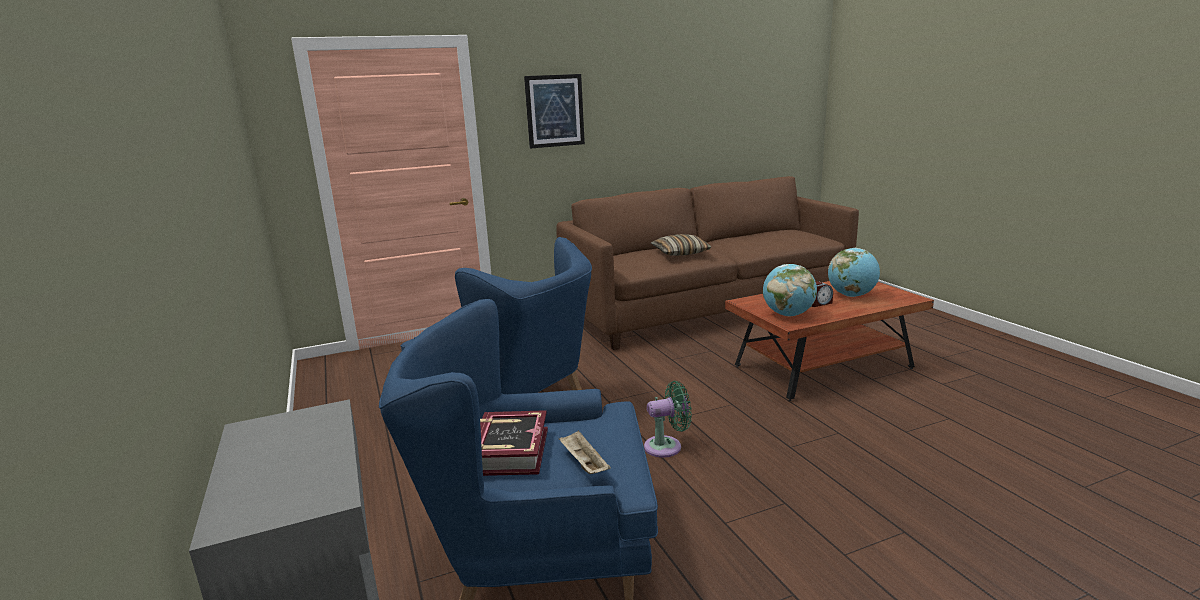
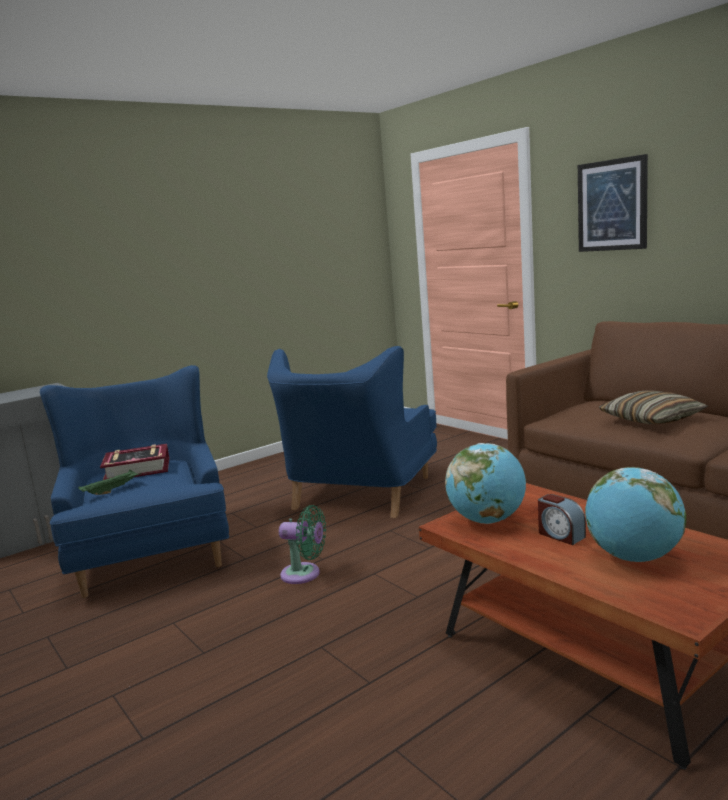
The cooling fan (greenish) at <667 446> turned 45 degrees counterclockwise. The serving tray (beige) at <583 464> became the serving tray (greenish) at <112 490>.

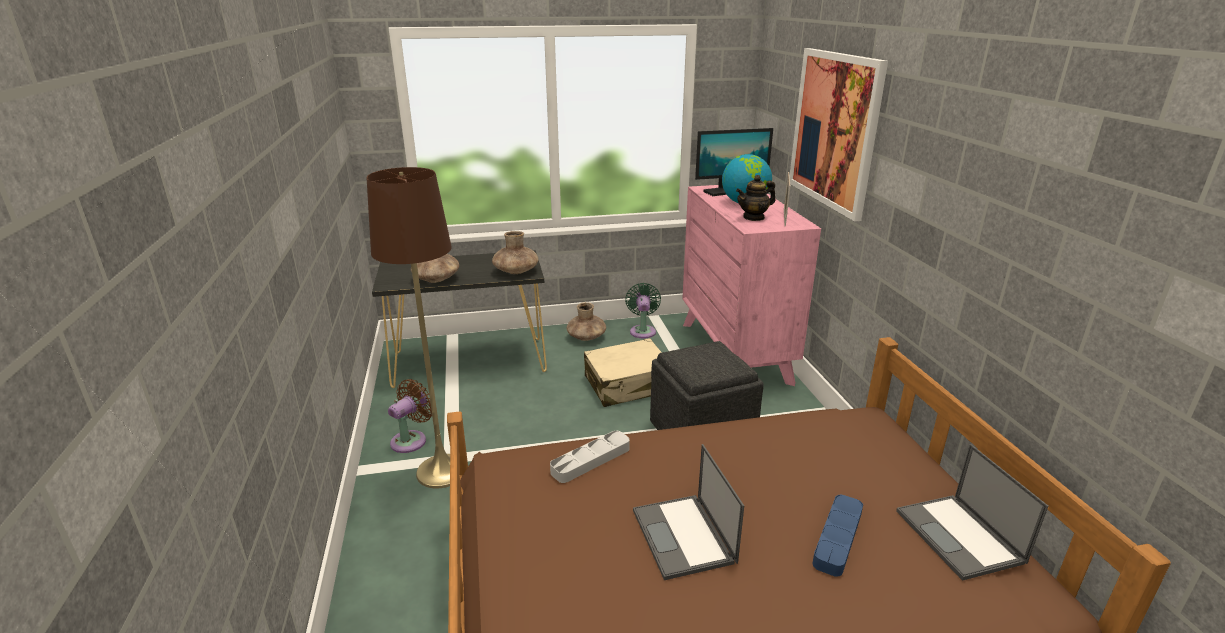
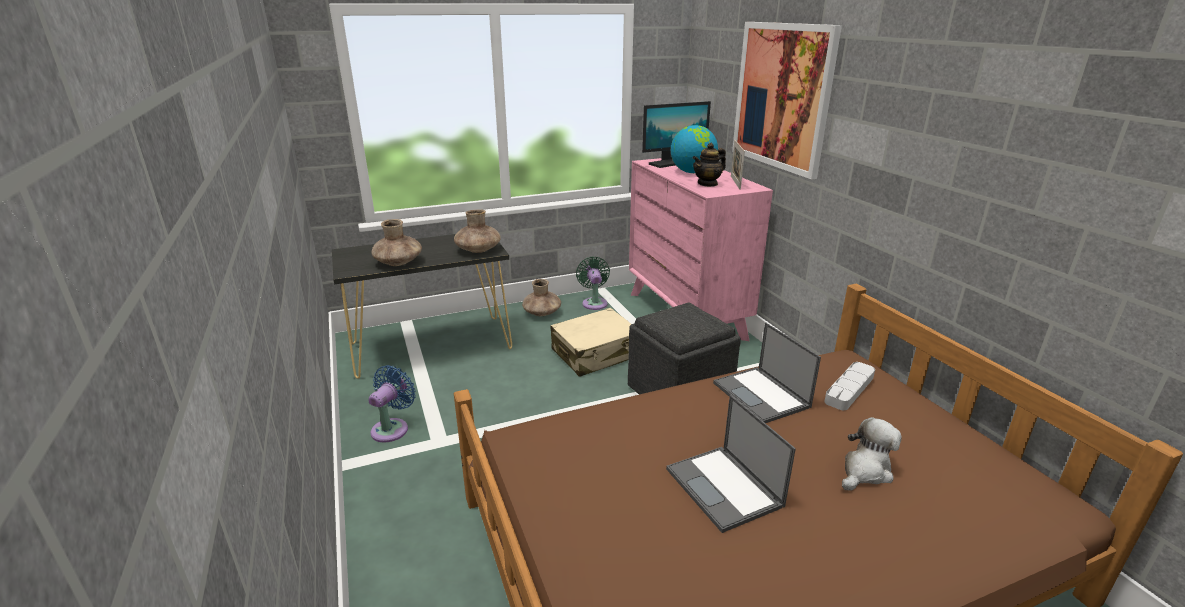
The standard lamp (brownish) at <442 471> disappeared. The cooling fan (brownish) at <411 440> became the cooling fan (blue) at <392 428>. The serving tray (gray) moved from <591 460> to <849 389>. The laptop moved from <960 537> to <762 395>. The serving tray (blue) at <837 538> was replaced by the plush toy at <865 471>.

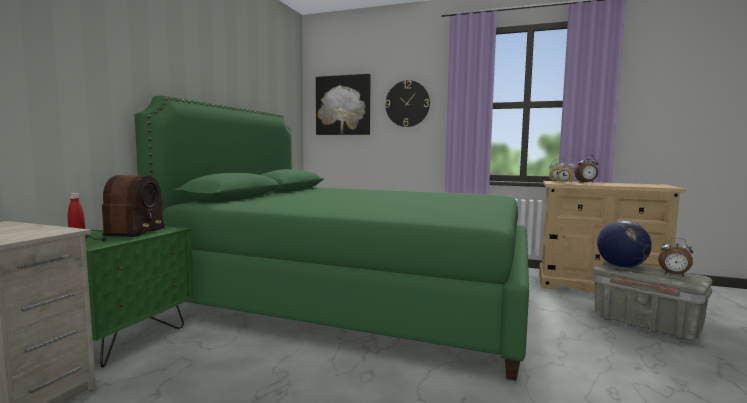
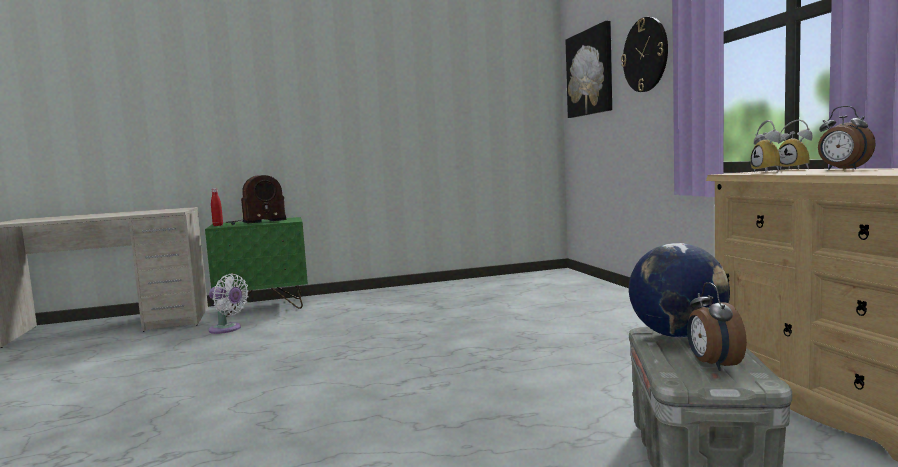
The bedroom bed (greenish) at <357 295> disappeared. The cooling fan (whitish) at <227 329> appeared.

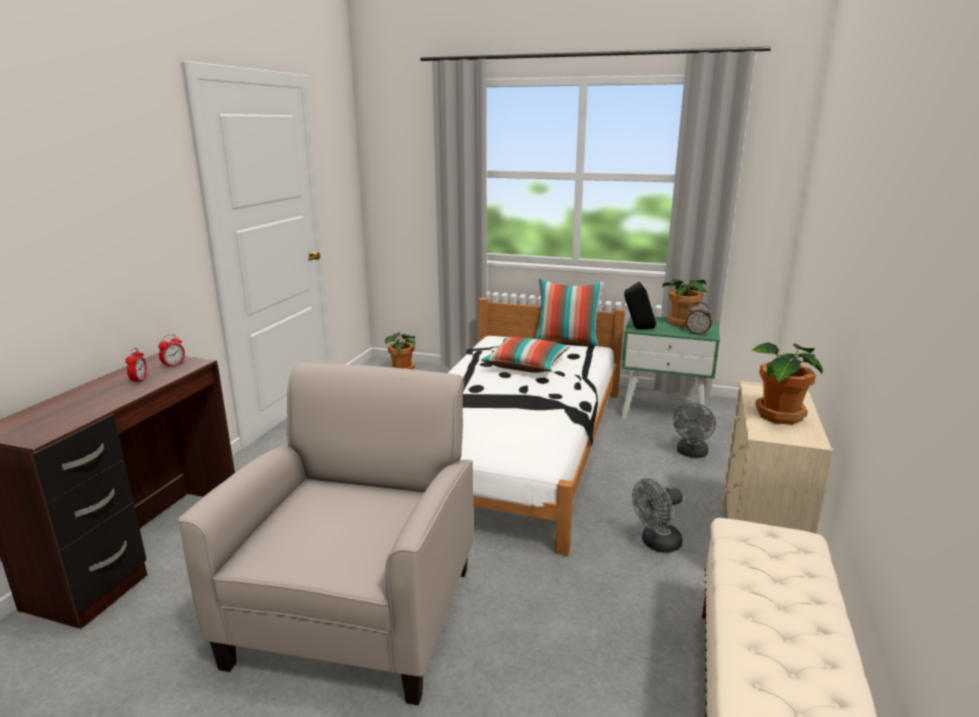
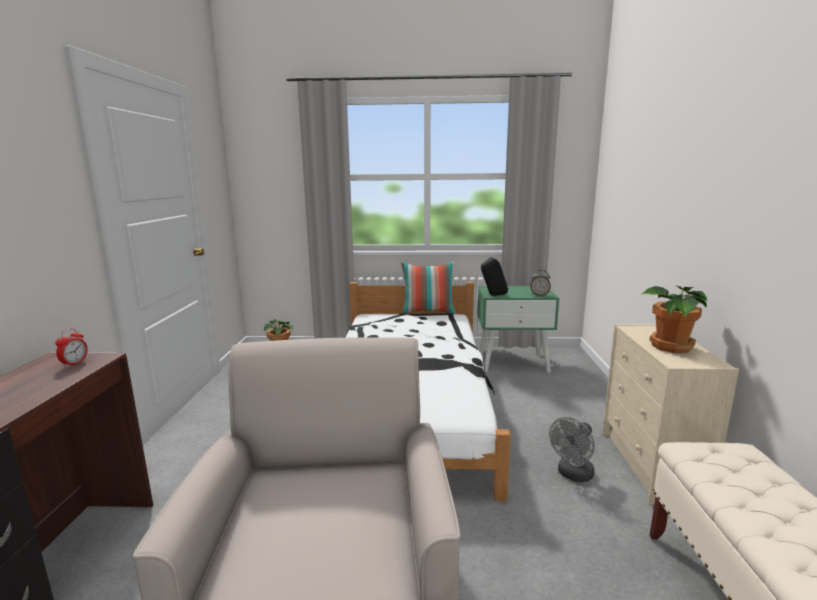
The plant in a pot at <682 323> disappeared. The pillow at <526 366> disappeared. The table clock at <139 381> disappeared. The cooling fan (gray) at <691 453> disappeared.

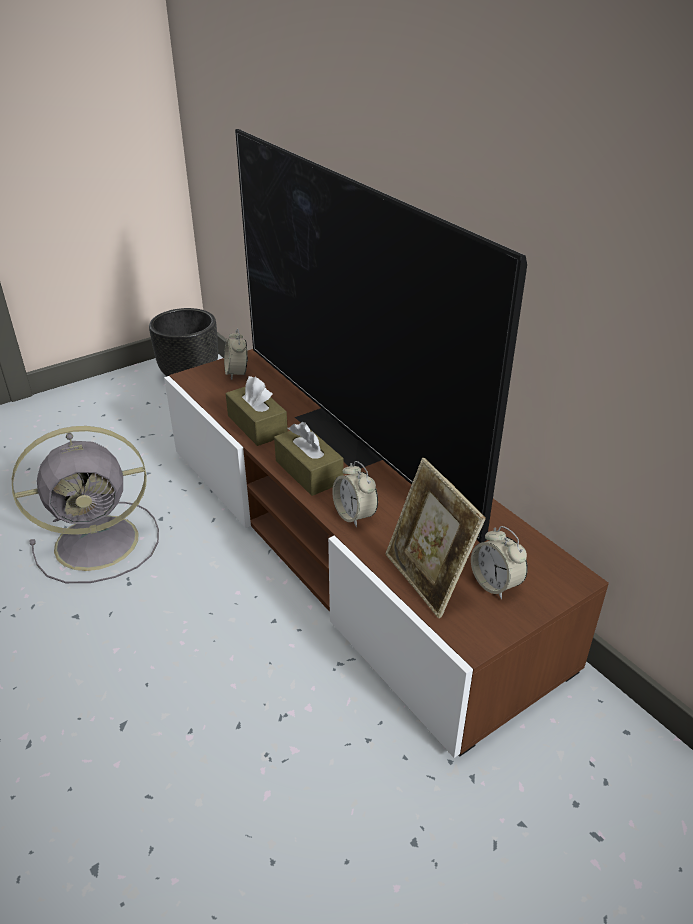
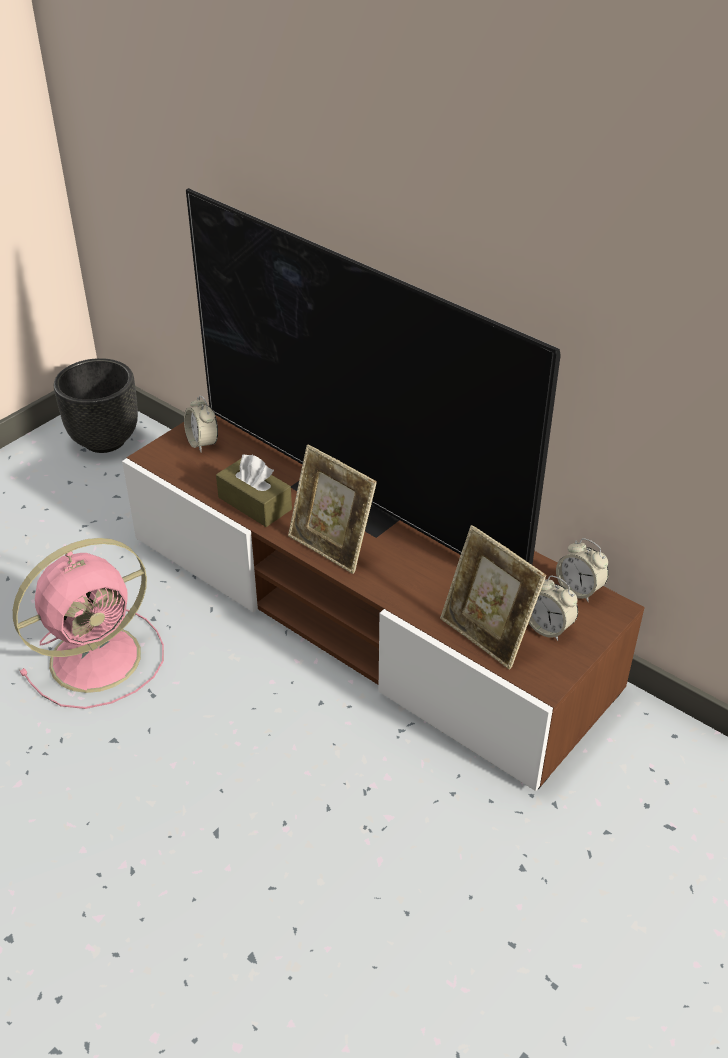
The tissue box (brownish) at <309 471> was replaced by the photo frame at <331 546>. The cooling fan (gray) at <101 541> became the cooling fan (pink-coloured) at <99 656>. The table clock moved from <354 515> to <579 590>.

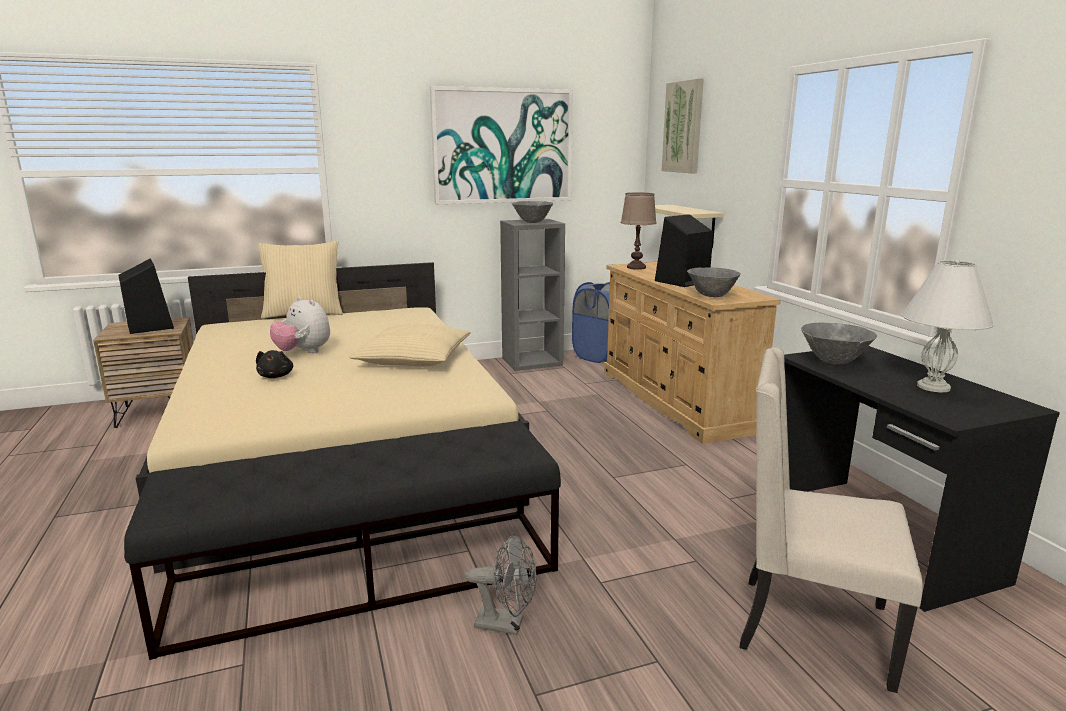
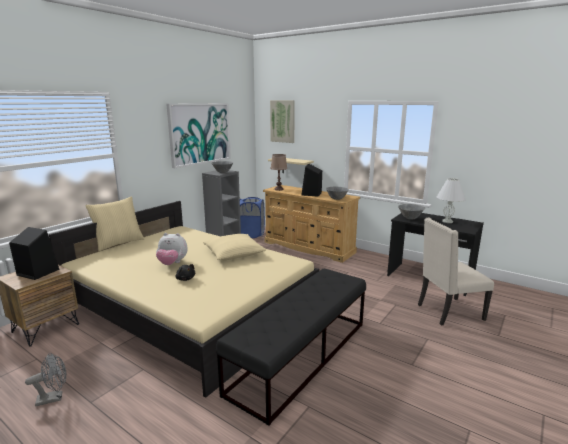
The cooling fan (gray) moved from <507 624> to <54 398>.

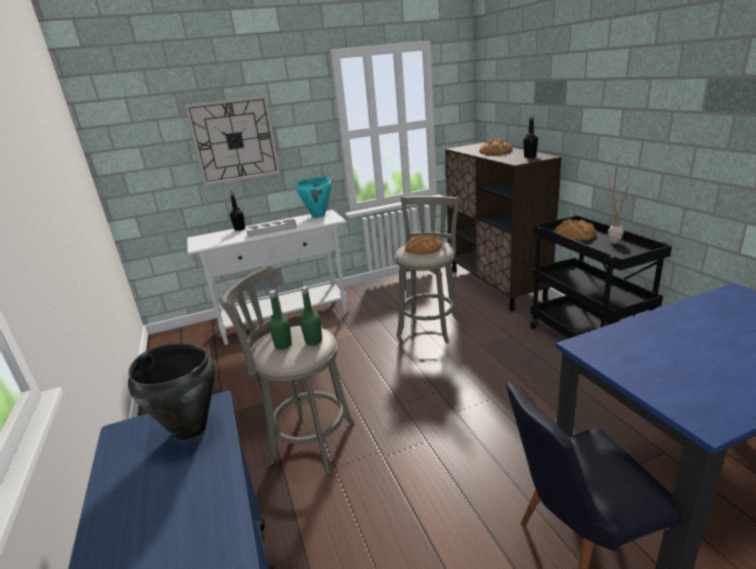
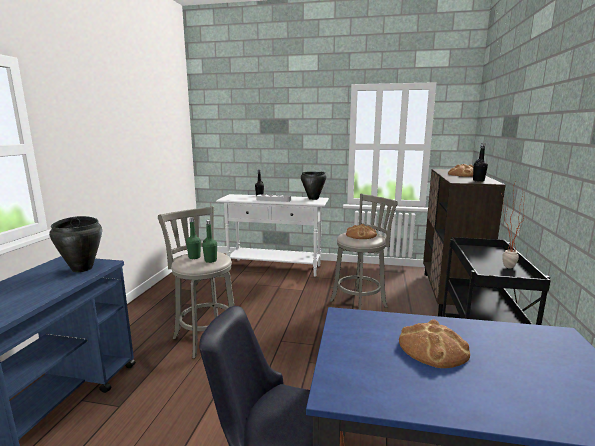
The wall clock at <234 140> disappeared. The stockpot (turquoise) at <318 215> became the stockpot (black) at <313 198>. The bread moved from <574 234> to <433 347>.

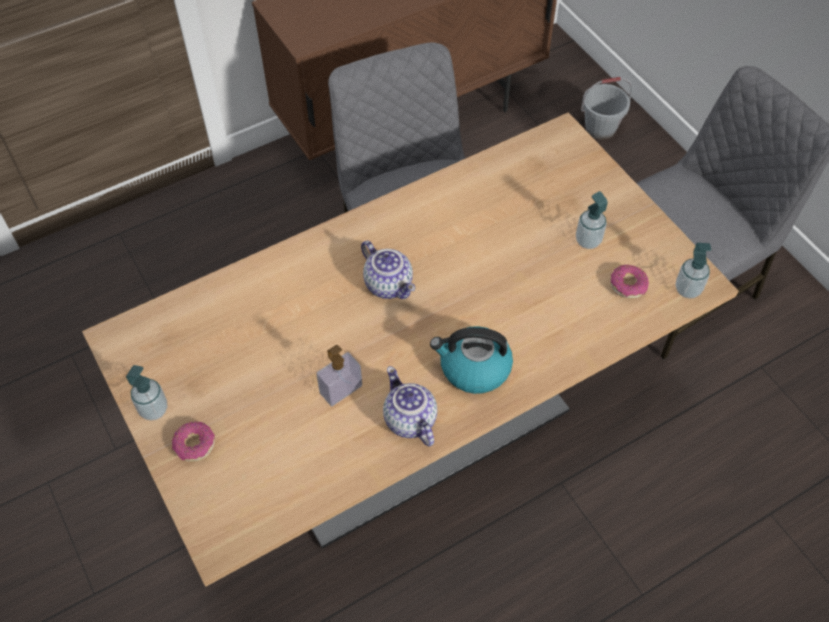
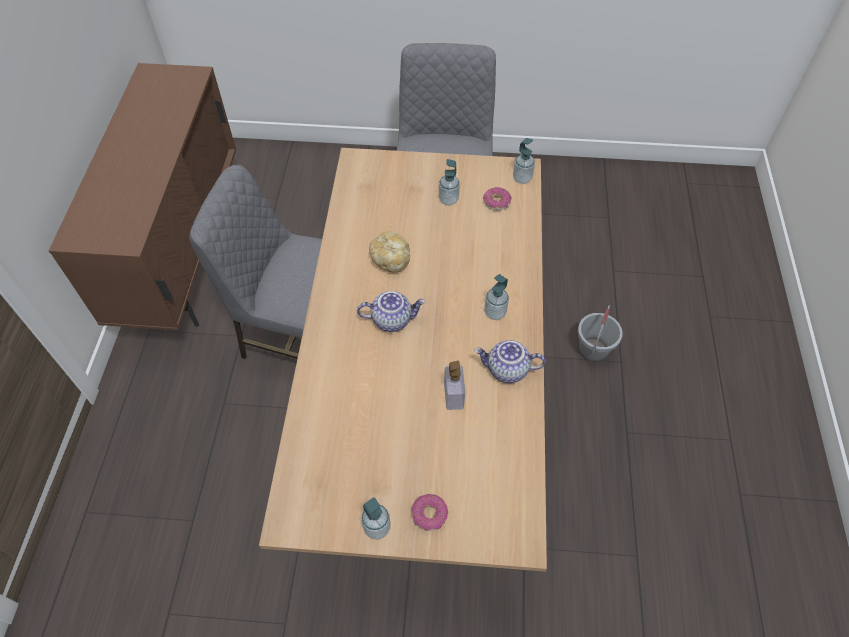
The water bucket (gray) moved from <600 129> to <593 350>. The water kettle at <473 368> was replaced by the soap dispenser at <495 312>. The bread at <390 258> appeared.

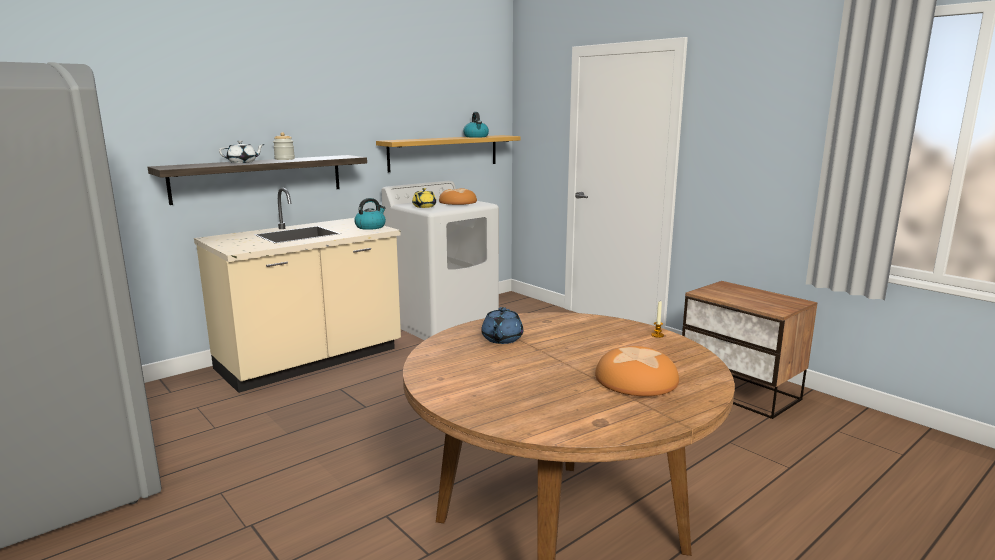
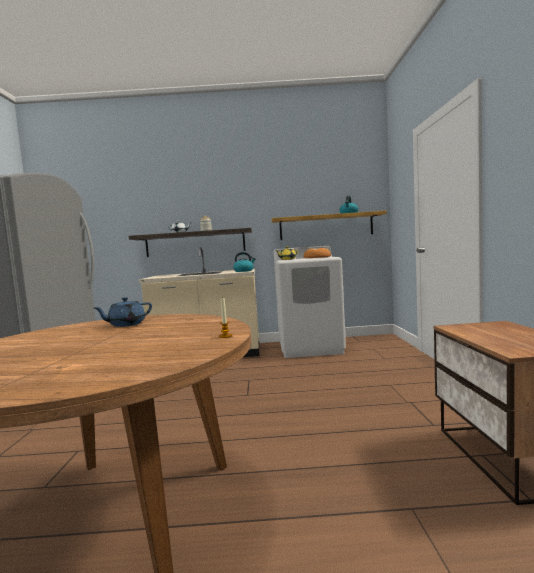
The bread at <635 380> disappeared.

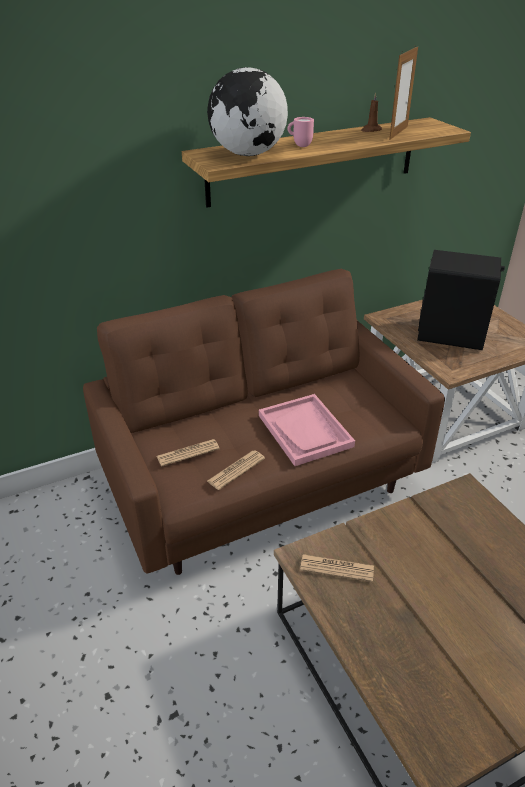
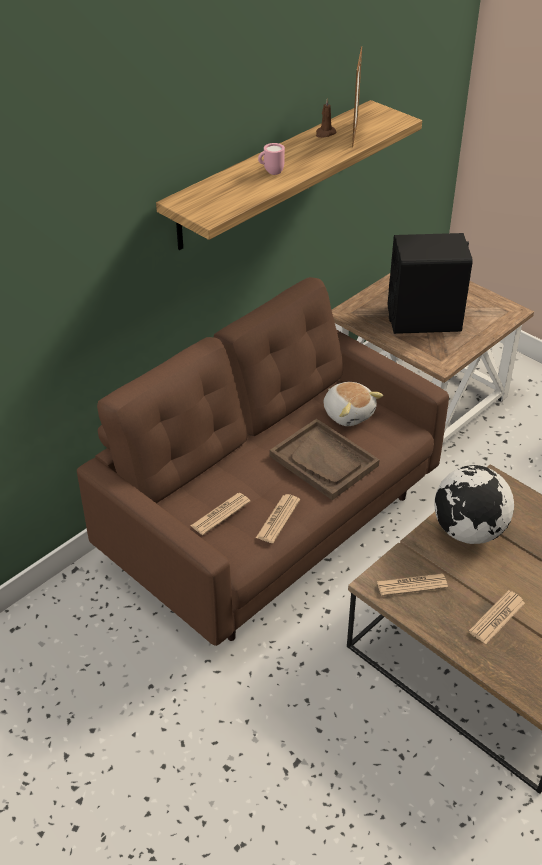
The world globe moved from <248 154> to <468 531>. The serving tray (pink-coloured) at <305 431> became the serving tray (brownish) at <324 461>. The plush toy at <348 413> appeared. The newspaper at <497 617> appeared.

